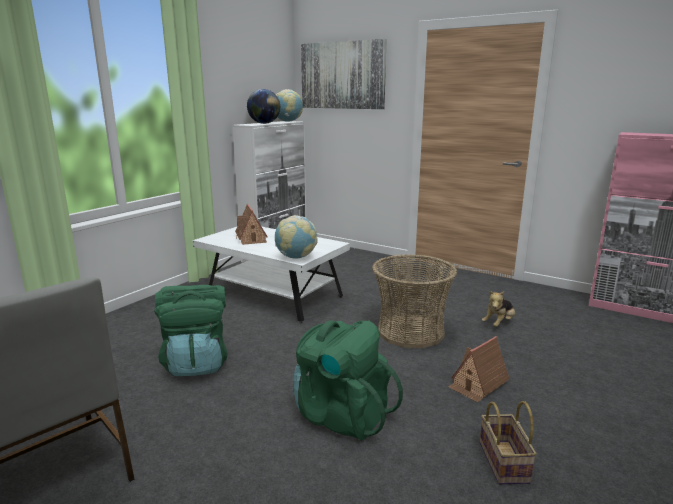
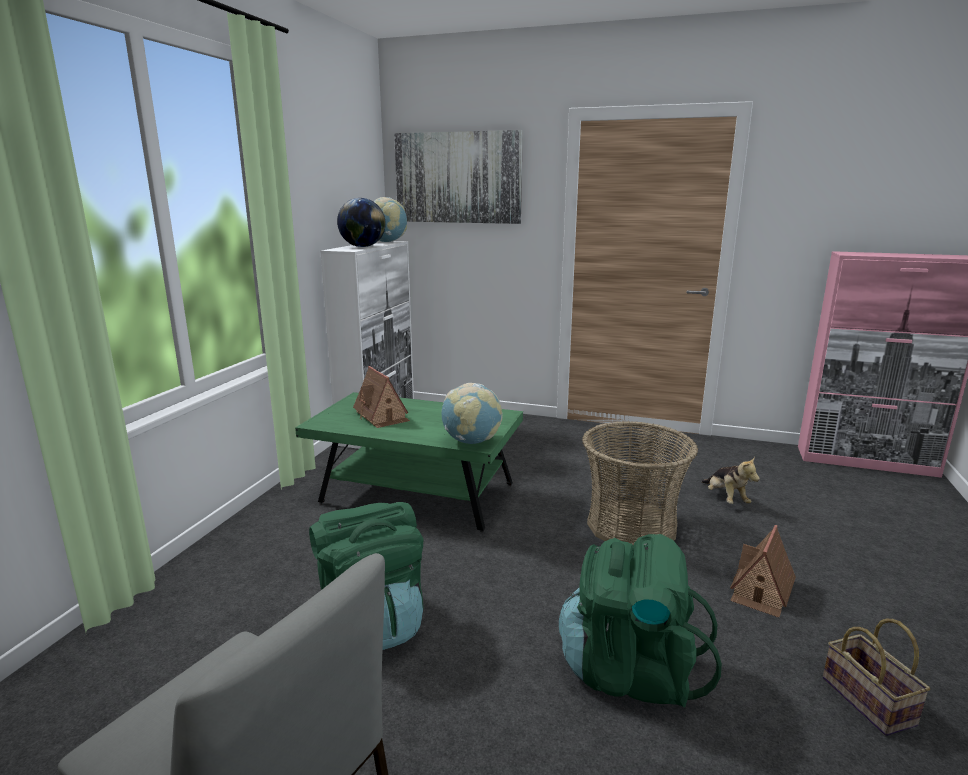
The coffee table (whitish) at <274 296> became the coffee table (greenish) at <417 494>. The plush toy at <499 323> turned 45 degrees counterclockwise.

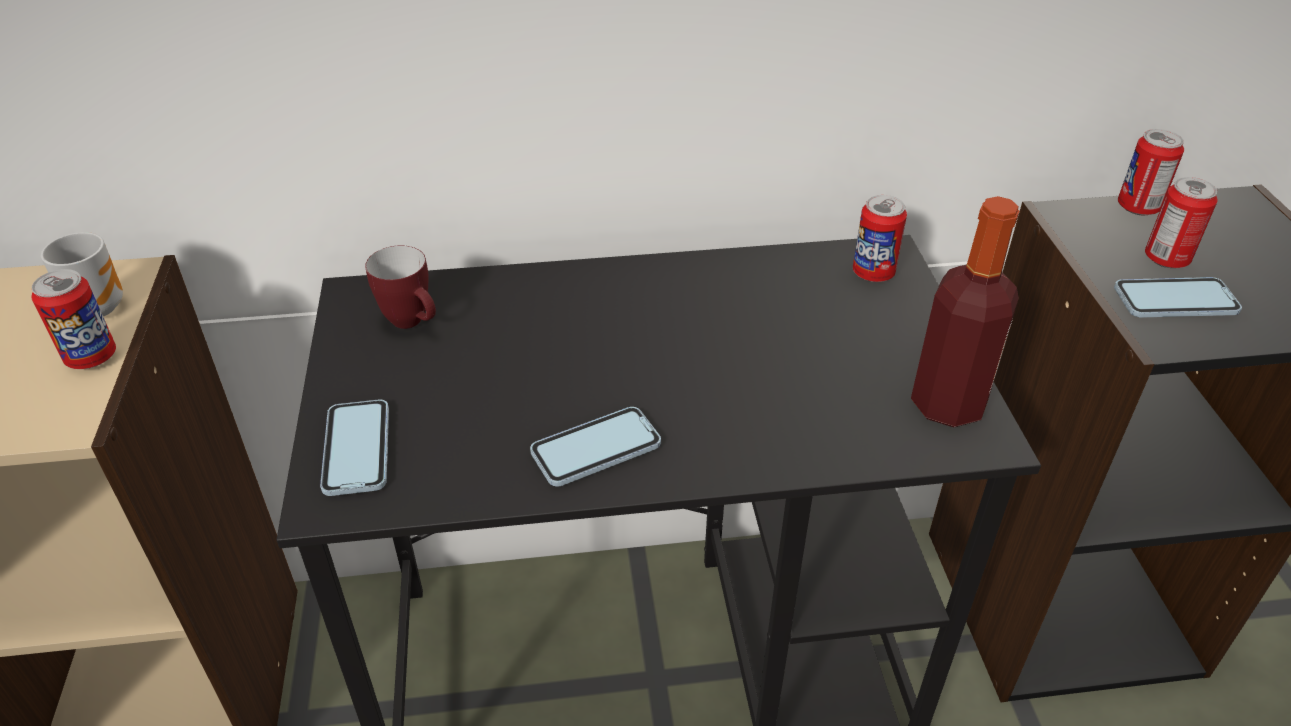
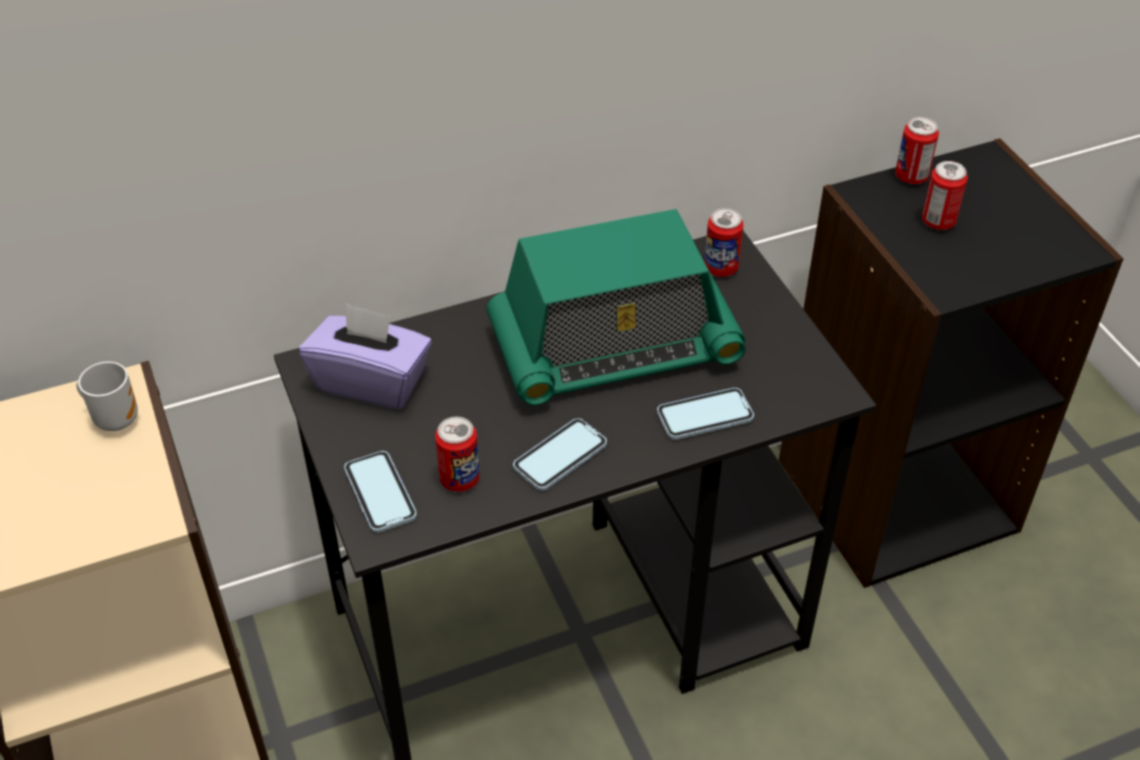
The bottle at <948 404> disappeared. The mug at <413 323> was replaced by the tissue box (purple-coloured) at <371 381>. The can moved from <91 357> to <459 479>. The handset moved from <1175 301> to <705 416>. The radio at <614 347> appeared.

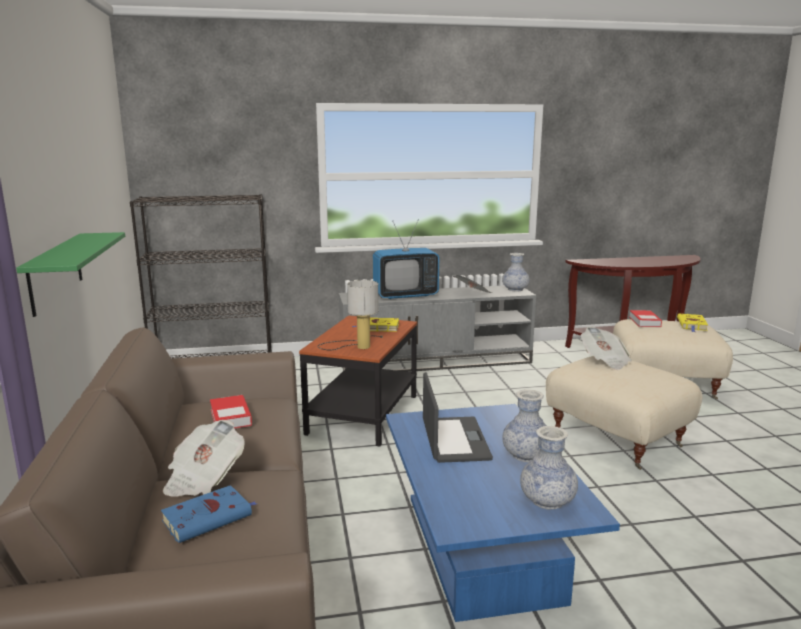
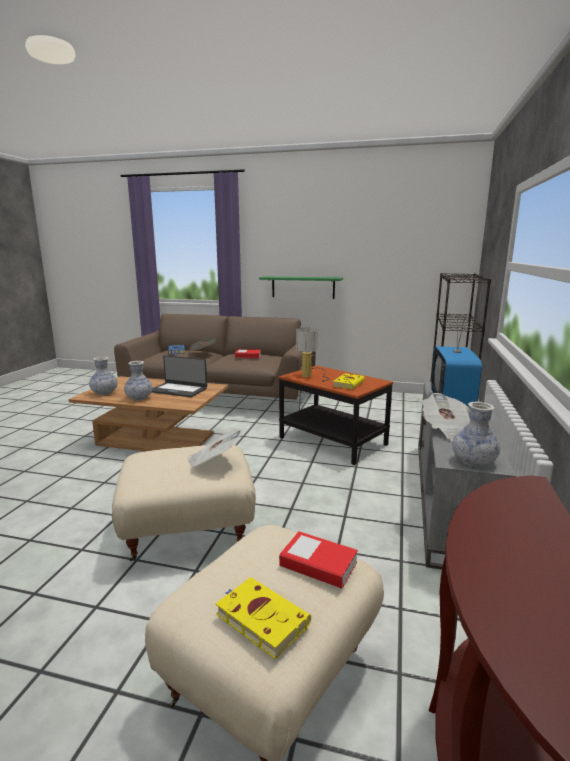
The coffee table (blue) at <480 545> became the coffee table (brownish) at <156 439>.

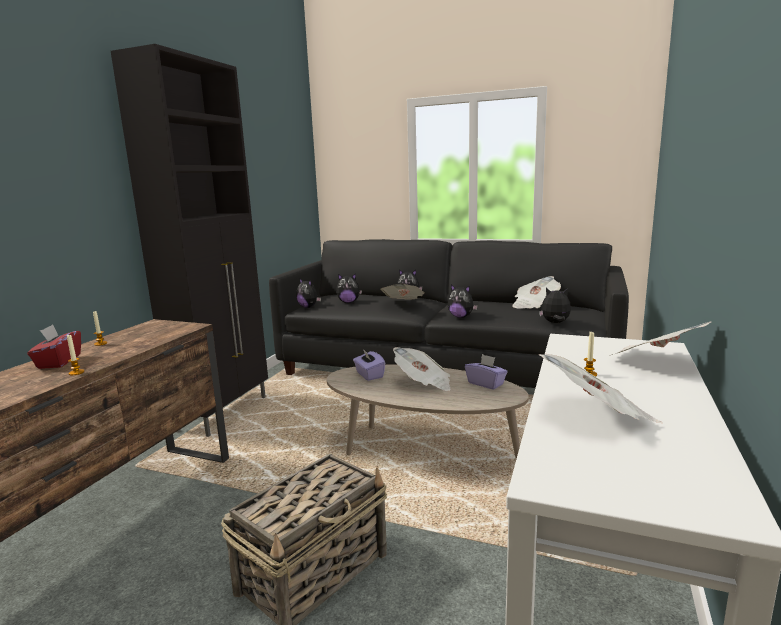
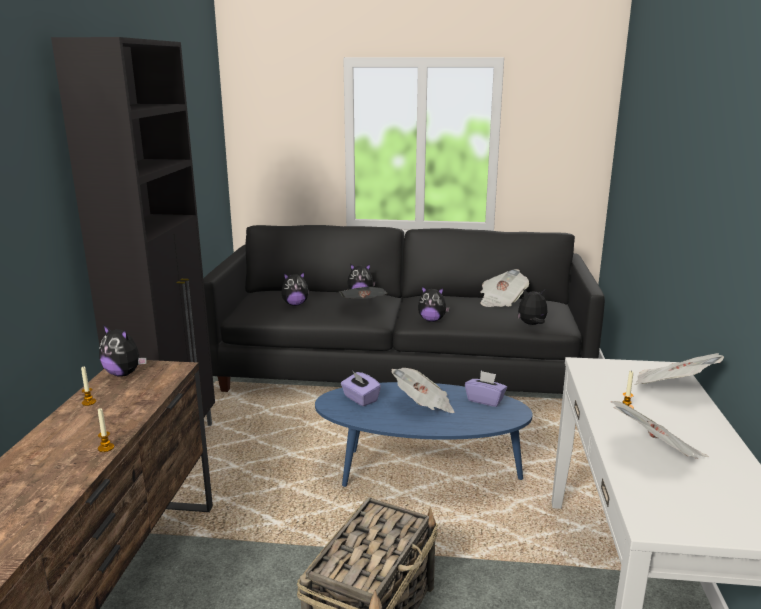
The plush toy moved from <309 307> to <124 373>. The tissue box (reddish) at <58 362> disappeared. The coffee table (beige) at <423 451> became the coffee table (blue) at <420 473>.

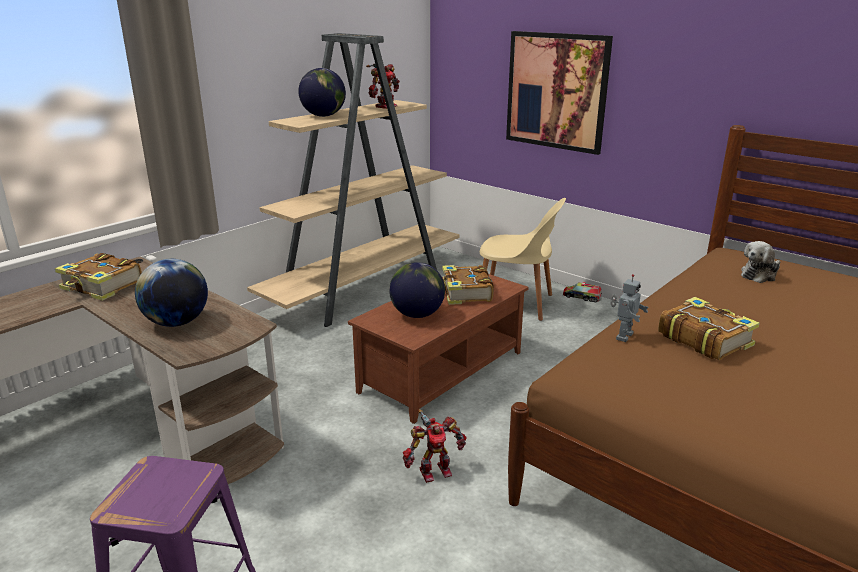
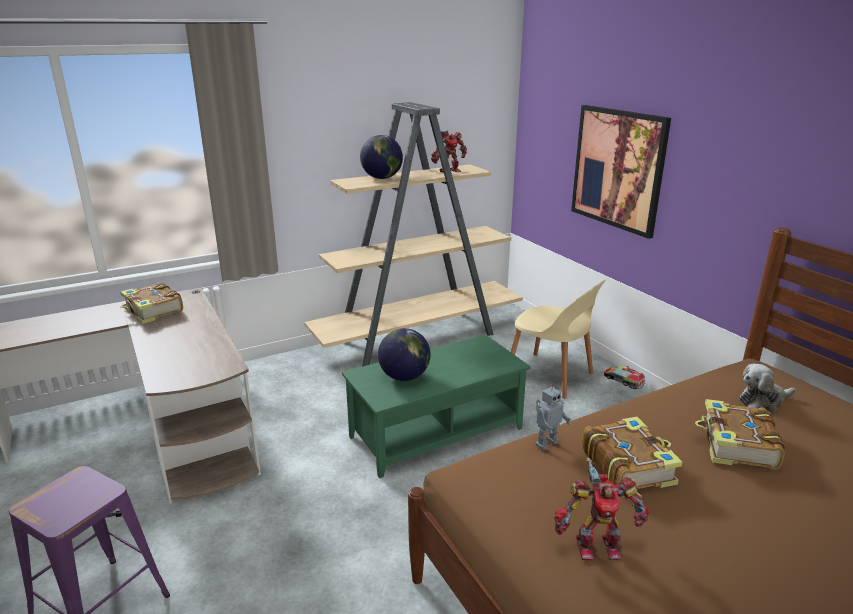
The world globe at <177 322> disappeared. The bound book moved from <465 293> to <736 446>. The coffee table (brownish) at <443 372> became the coffee table (greenish) at <436 433>. The model robot moved from <434 470> to <596 545>.

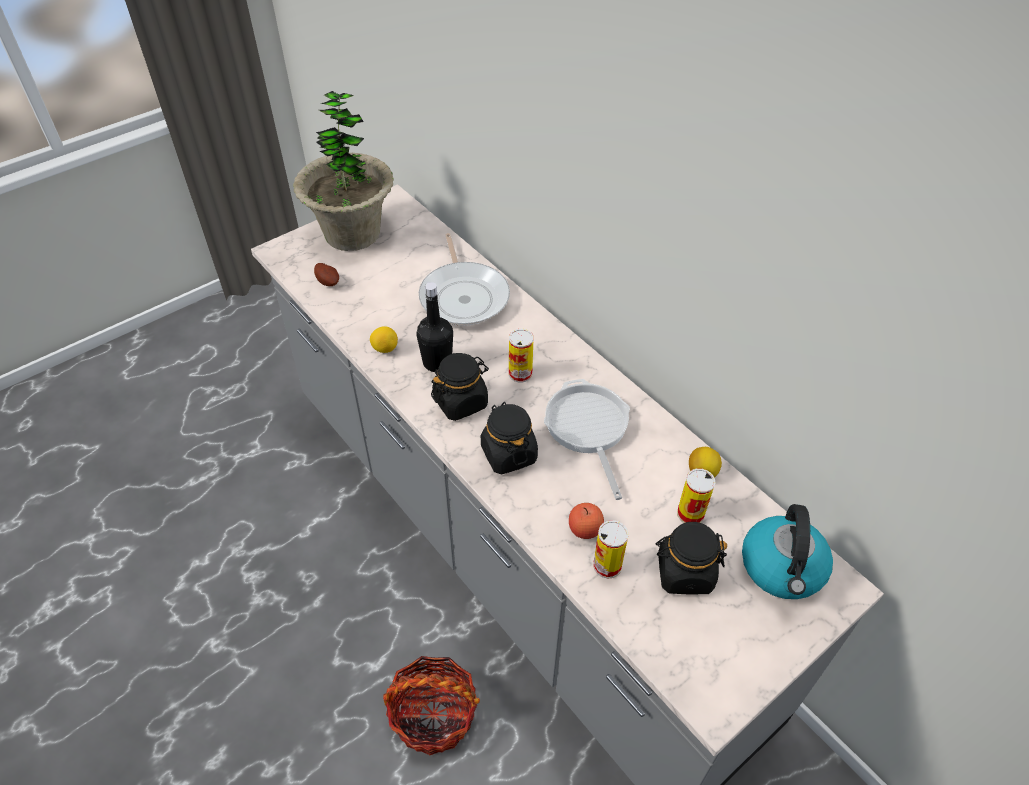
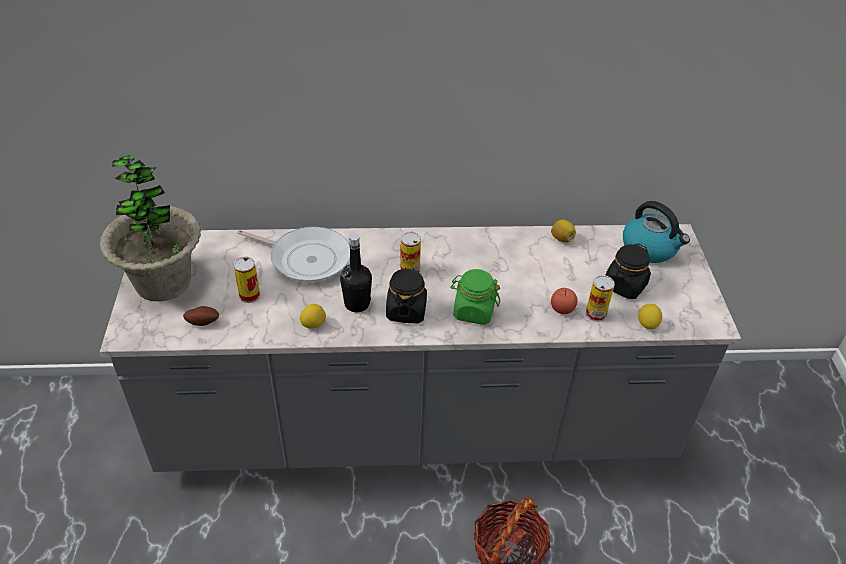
The frying pan at <588 428> disappeared. The preserve jar (black) at <508 454> became the preserve jar (greenish) at <473 311>. The can moved from <690 514> to <249 295>. The citrus fruit at <647 324> appeared.

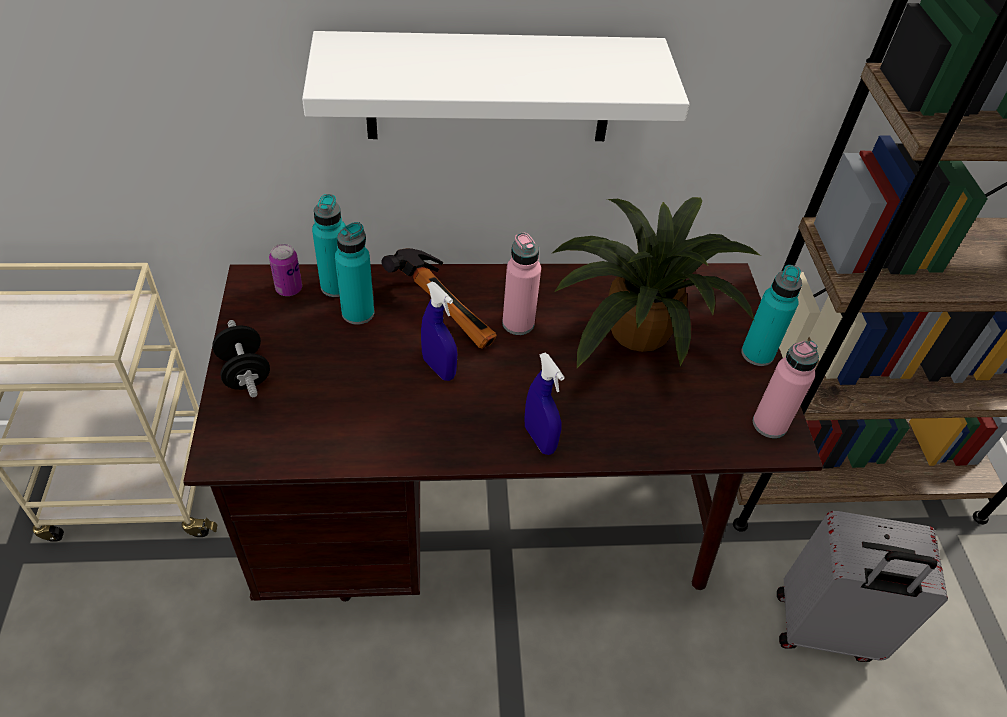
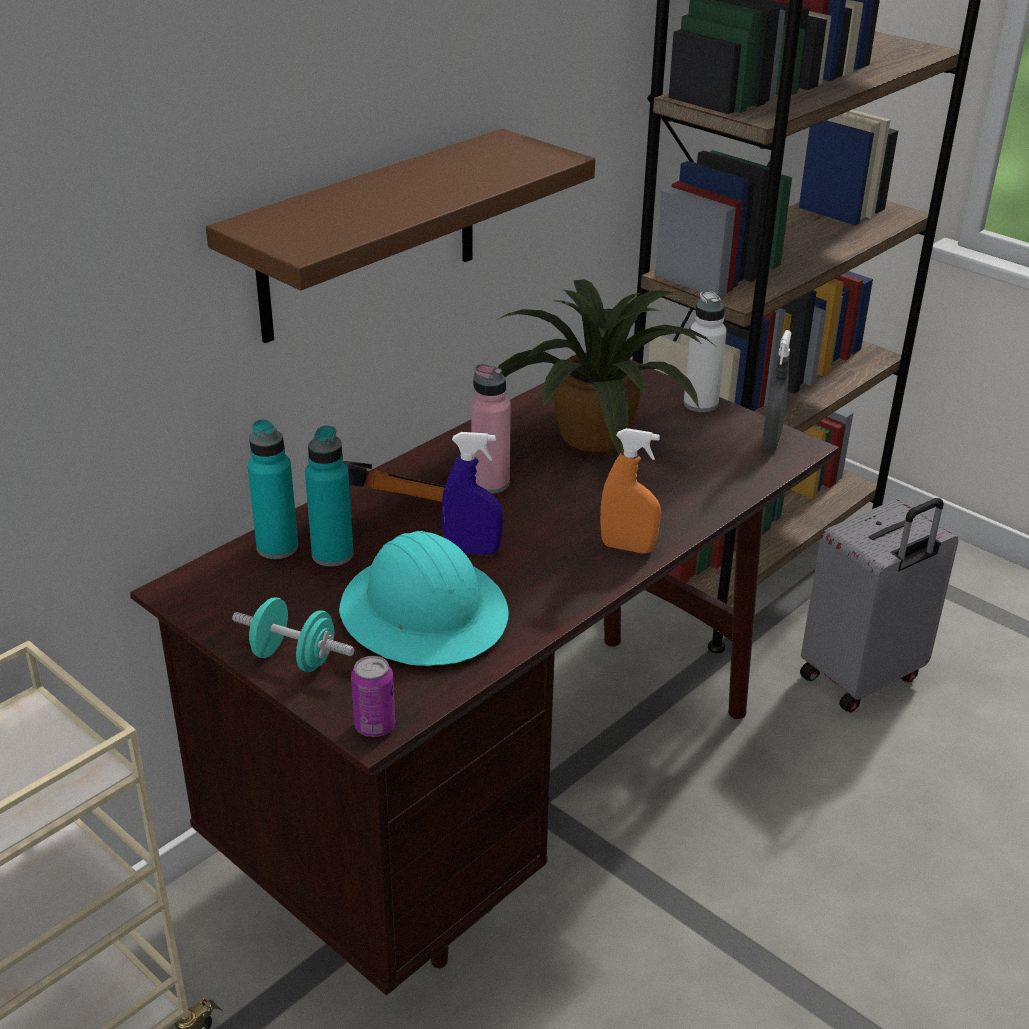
The wall shelf (whitish) at <489 88> became the wall shelf (brownish) at <369 236>. The can moved from <289 289> to <374 726>. The bottle (turquoise) at <757 354> became the bottle (whitish) at <700 404>. The free weight (black) at <245 372> became the free weight (turquoise) at <294 658>. The bottle (pink-coloured) at <769 424> was replaced by the sprayer (gray) at <771 442>. The sprayer (blue) at <539 439> became the sprayer (orange-coloured) at <627 547>. The hard hat (turquoise) at <424 613> appeared.

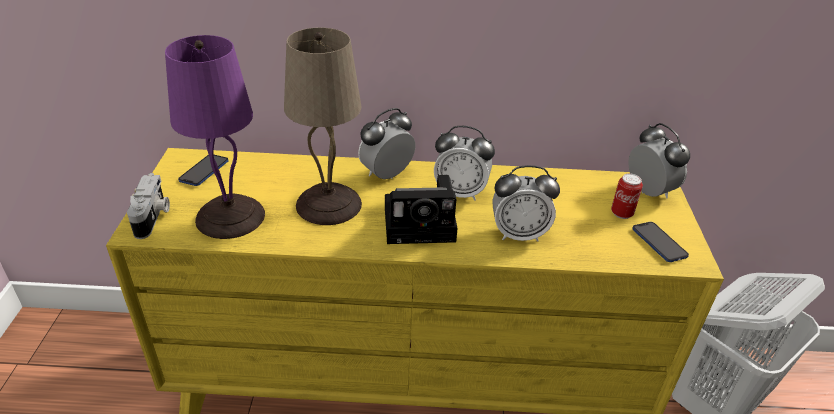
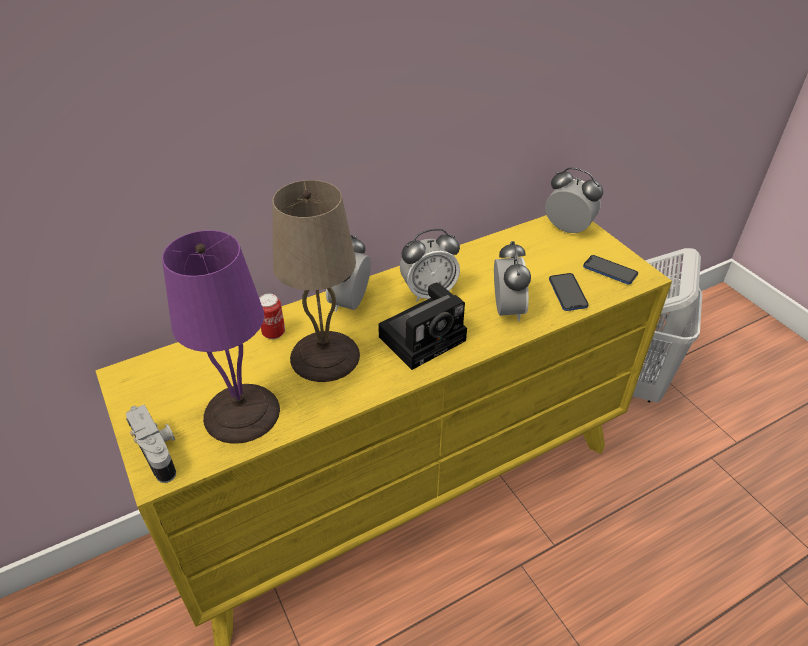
The handset moved from <204 171> to <567 293>. The table clock at <519 234> turned 60 degrees counterclockwise. The can moved from <621 213> to <273 333>.

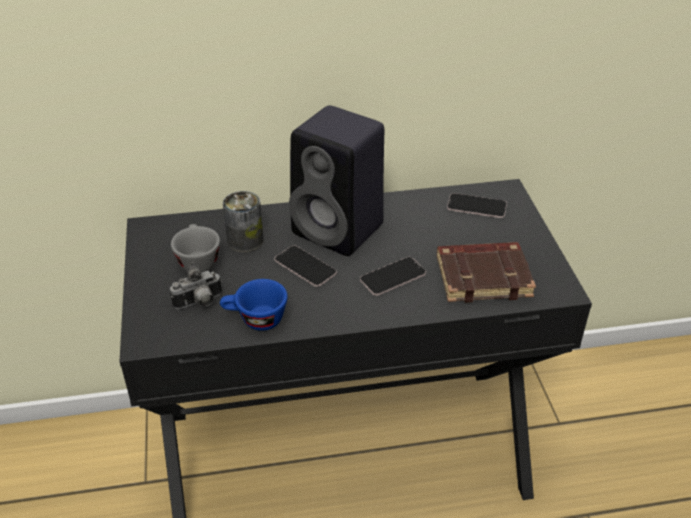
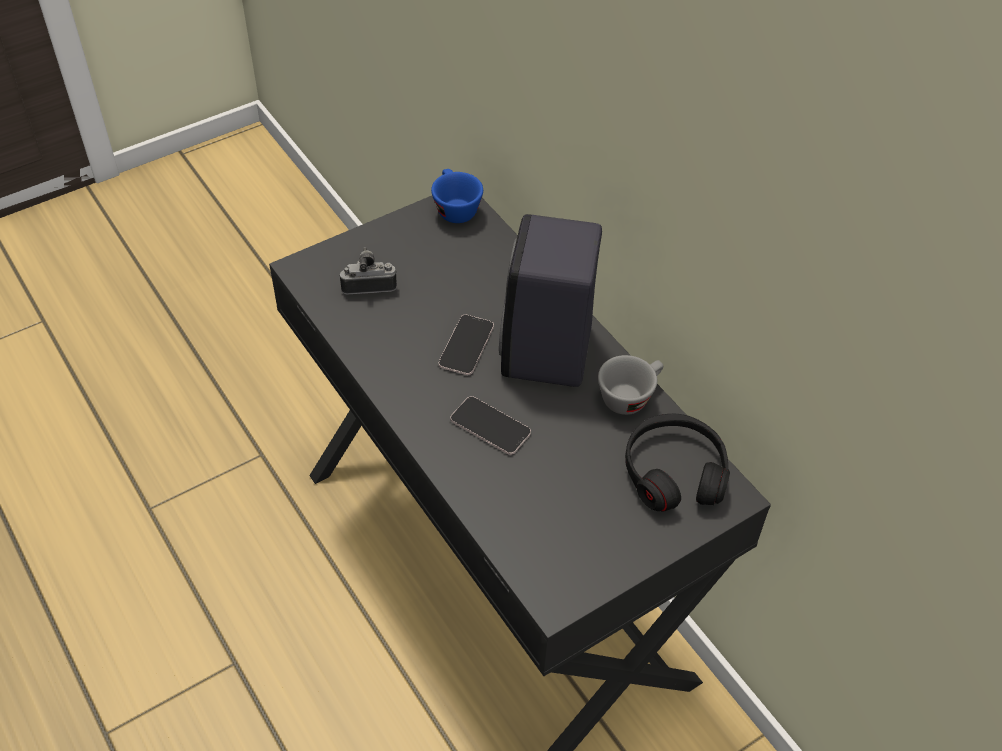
The can at <245 240> disappeared. The handset at <476 206> was replaced by the headphones (black) at <674 471>. The drinking cup (gray) moved from <197 260> to <630 396>. The bound book (brownish) at <483 276> disappeared. The photo camera at <199 303> turned 135 degrees clockwise. The drinking cup (blue) moved from <255 320> to <454 208>.

